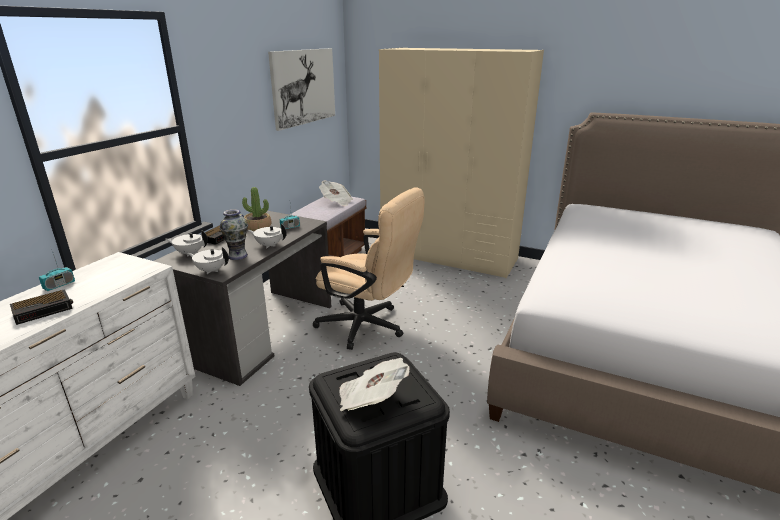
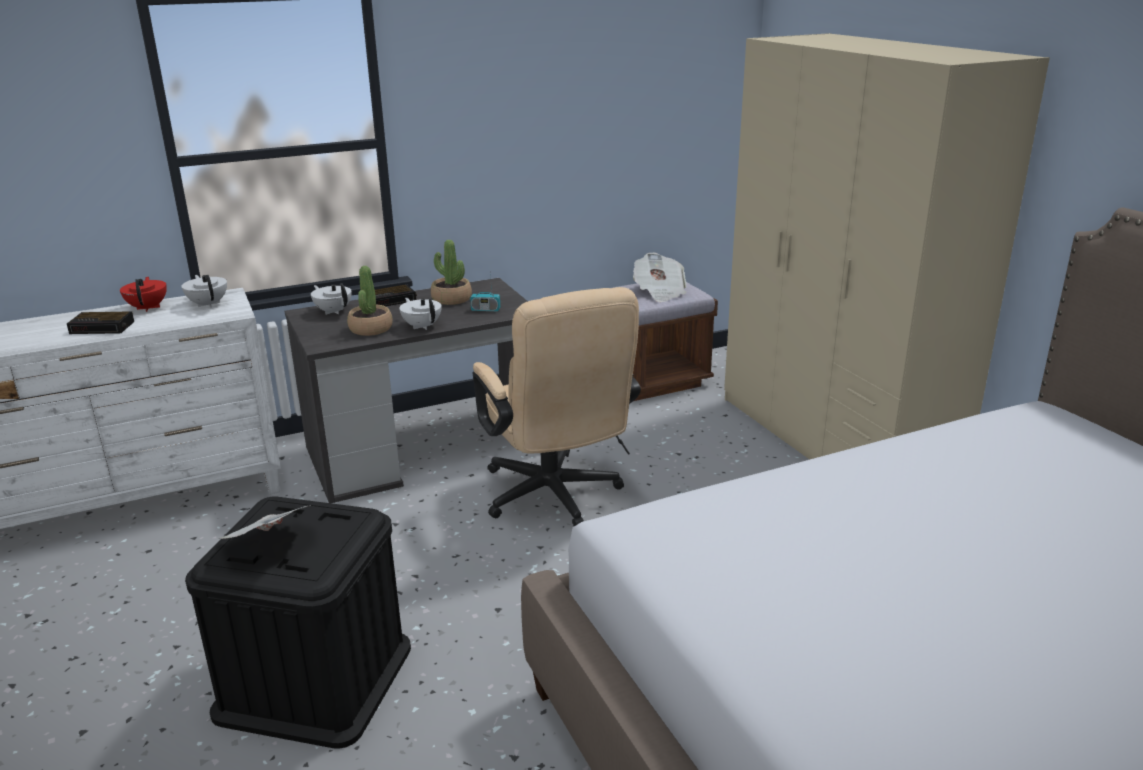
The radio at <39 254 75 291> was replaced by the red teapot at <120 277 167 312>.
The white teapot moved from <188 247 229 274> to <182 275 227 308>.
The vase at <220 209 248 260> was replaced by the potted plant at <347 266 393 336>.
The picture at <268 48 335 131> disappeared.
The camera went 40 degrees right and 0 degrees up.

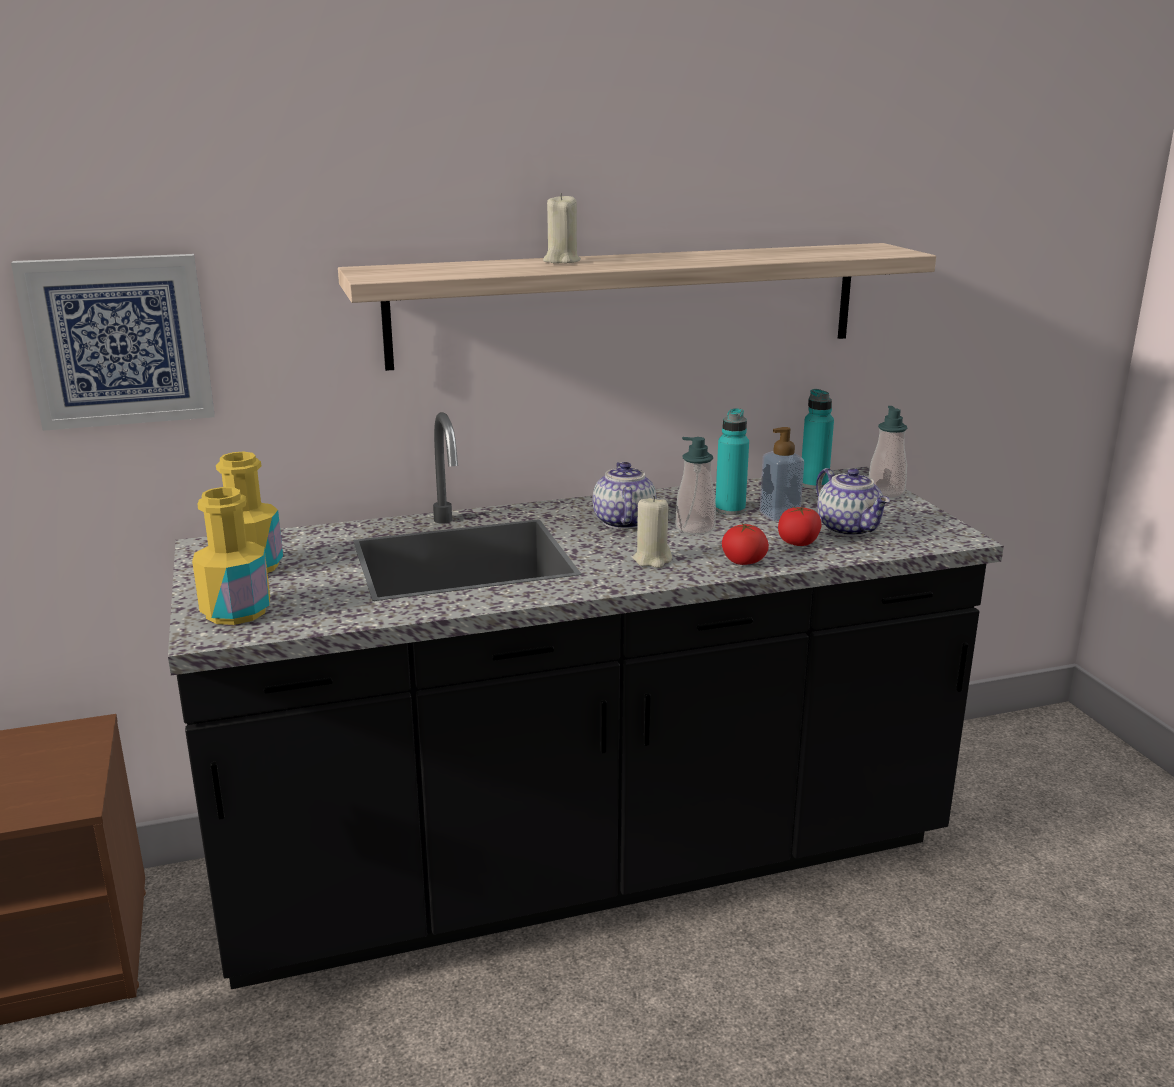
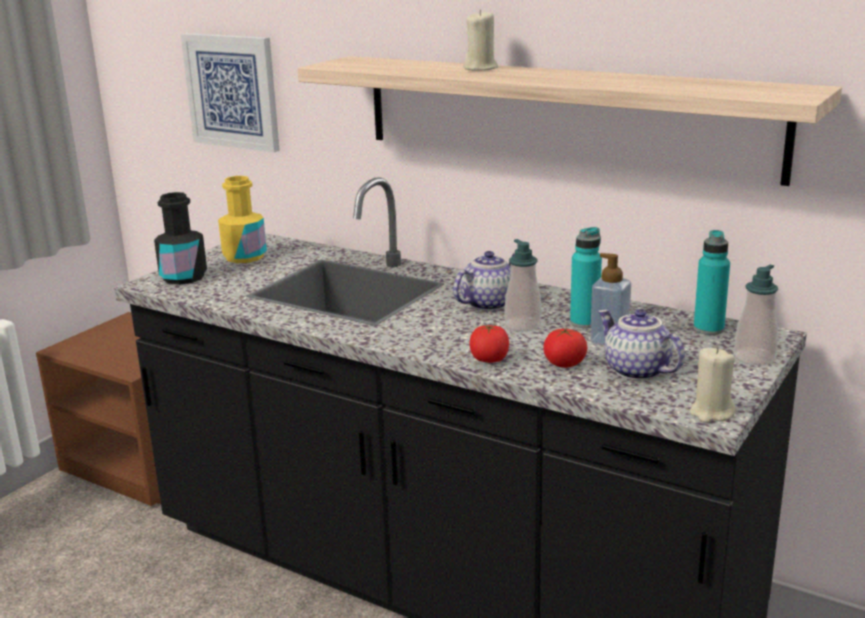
The yellow bottle at <192 487 270 625> became the black bottle at <154 192 207 285>.
The teapot at <816 468 890 537> turned 120 degrees clockwise.
The beige candle moved from <633 496 672 568> to <690 347 736 423>.
The camera went 50 degrees right and 0 degrees up.

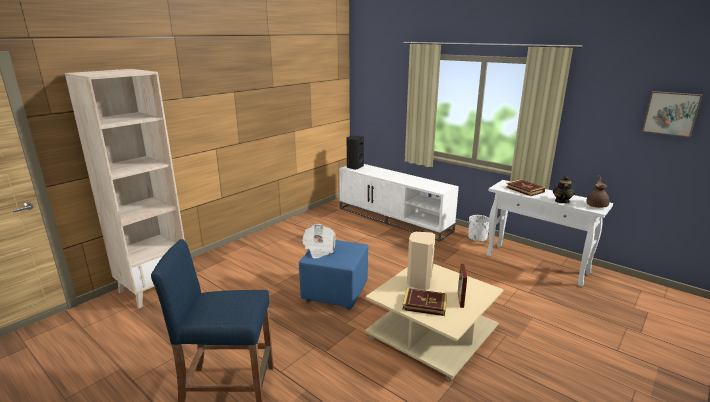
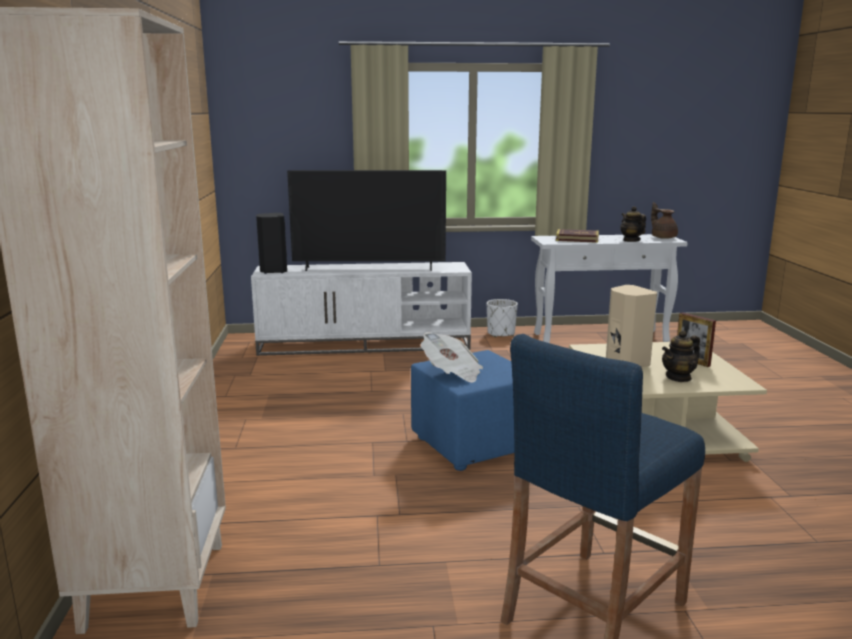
The television at <287 170 446 271> appeared.
The book at <402 288 447 316> was replaced by the teapot at <662 330 700 382>.
The picture at <642 91 702 137> disappeared.
The camera went 45 degrees left and 5 degrees down.

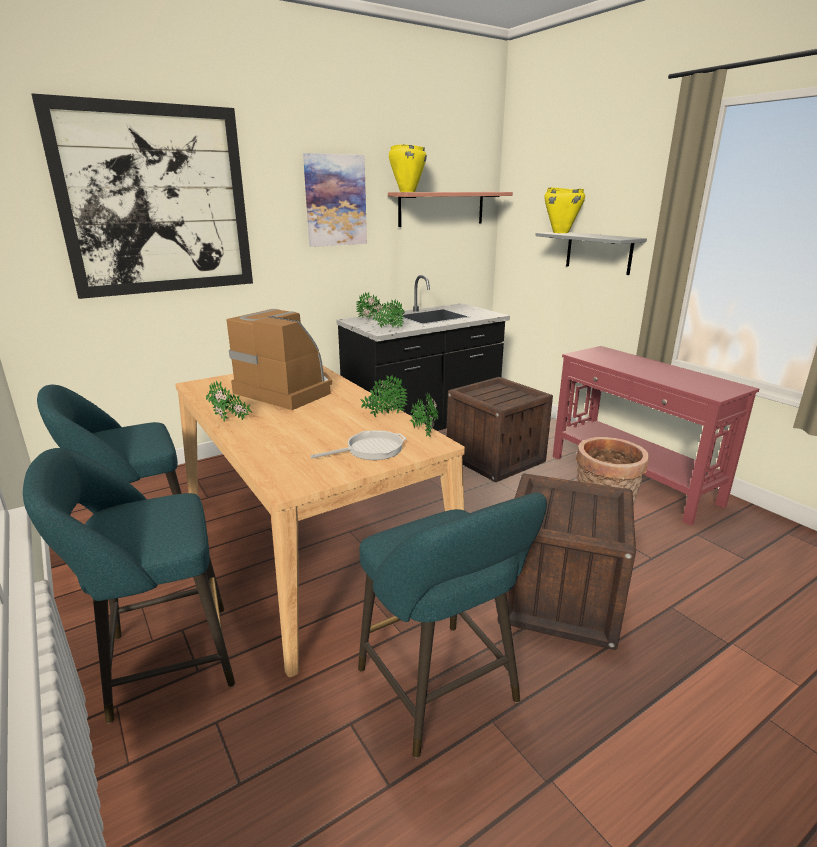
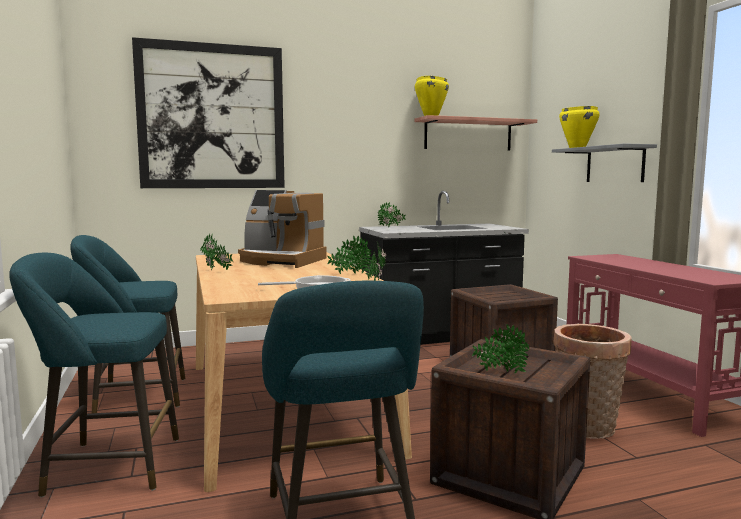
The coffee machine at <227 309 332 410> turned 150 degrees clockwise.
The potted plant moved from <373 299 405 328> to <472 324 529 374>.
The picture at <303 153 367 247> disappeared.
The camera went 15 degrees right and 15 degrees down.

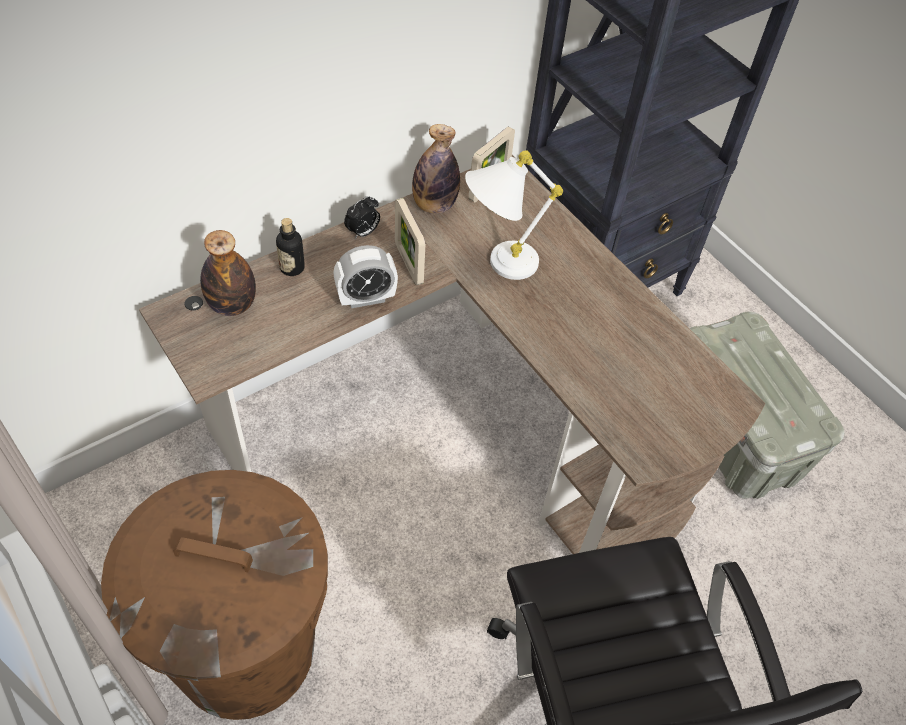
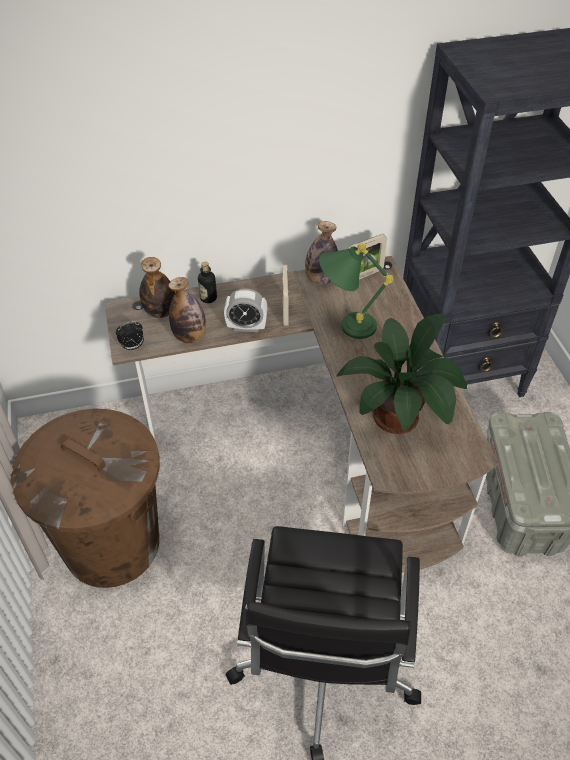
The alarm clock moved from <344 196 380 239> to <116 321 144 350>.
The bottle at <169 277 206 343> appeared.
The white table lamp at <465 150 563 280> became the green table lamp at <319 243 394 339>.
The potted plant at <336 314 467 434> appeared.
The camera went 25 degrees right and 5 degrees down.

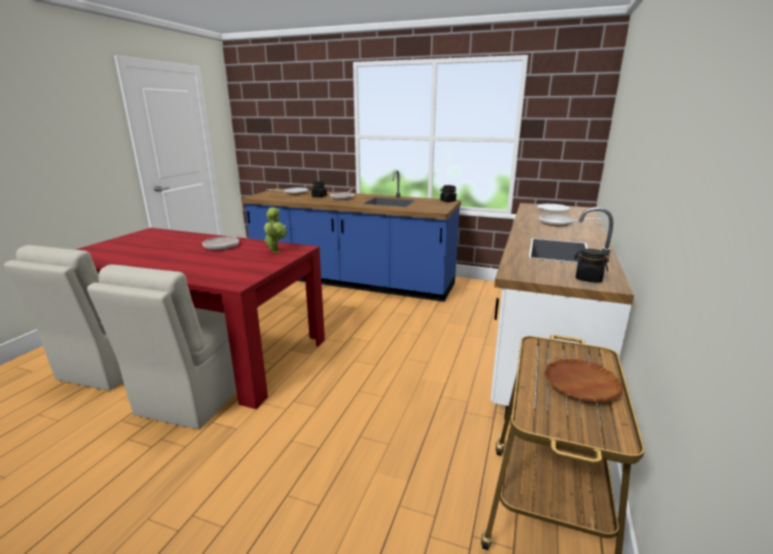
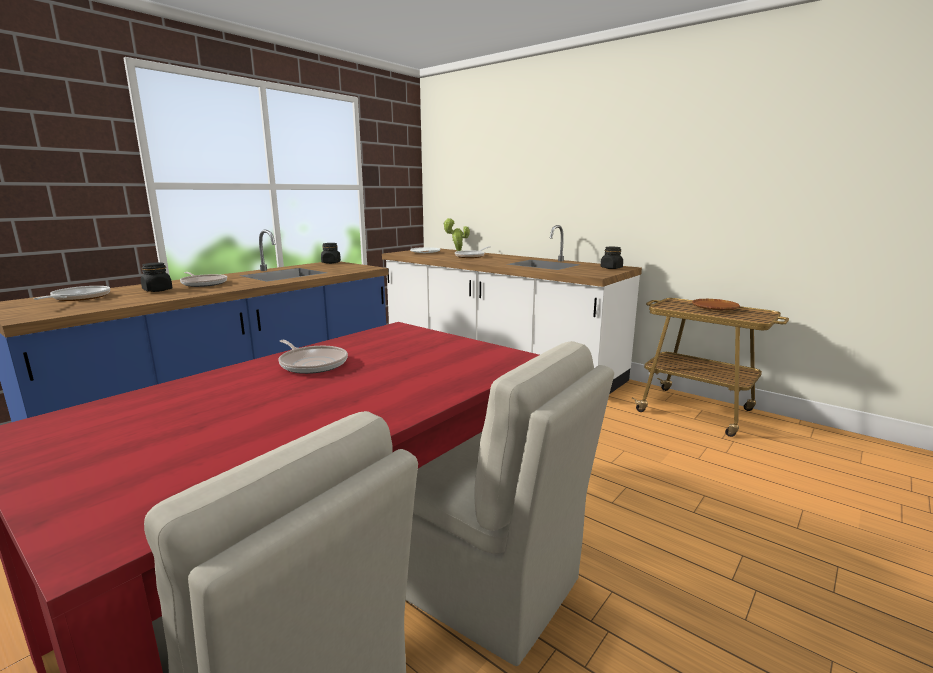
The potted plant moved from <264 207 287 253> to <443 218 470 251>.
The camera went 70 degrees left and 5 degrees down.

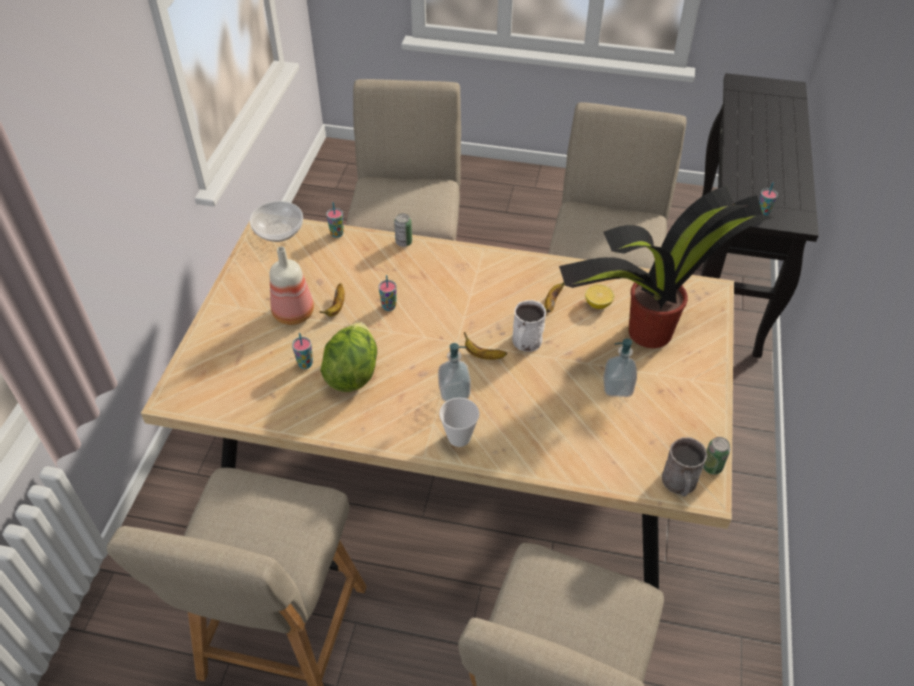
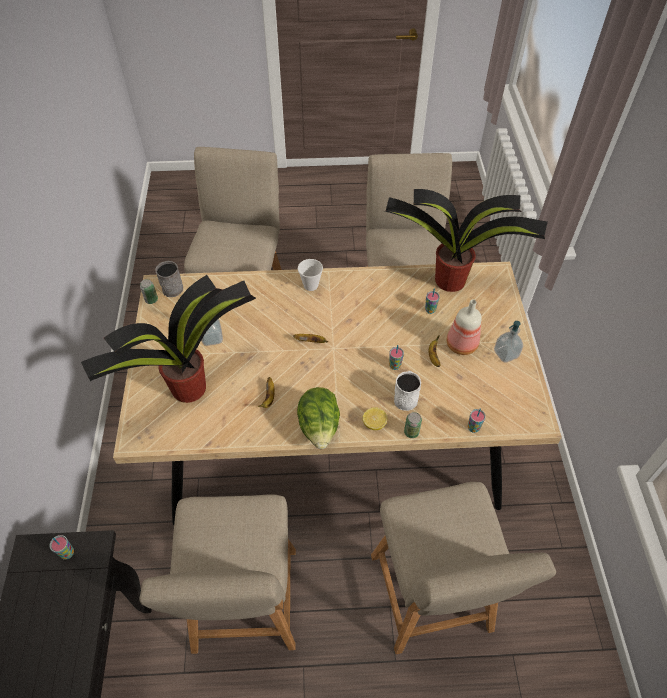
The lettuce moved from <320 322 377 392> to <297 387 340 449>.
The lemon moved from <585 284 615 309> to <363 407 387 430>.
The potted plant at <385 189 548 292> appeared.
The white mug moved from <512 300 546 352> to <394 371 421 411>.
The soap dispenser moved from <438 343 471 402> to <494 321 523 363>.
The bowl at <250 201 303 242> disappeared.
The camera went 165 degrees right and 5 degrees up.

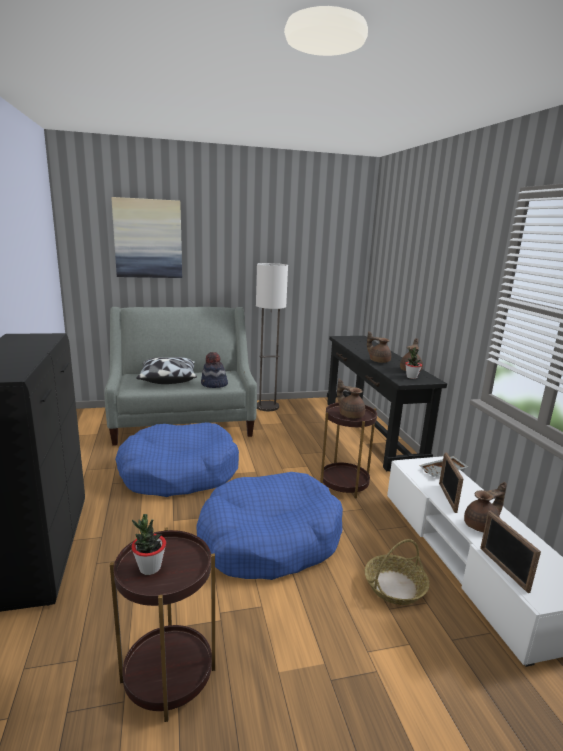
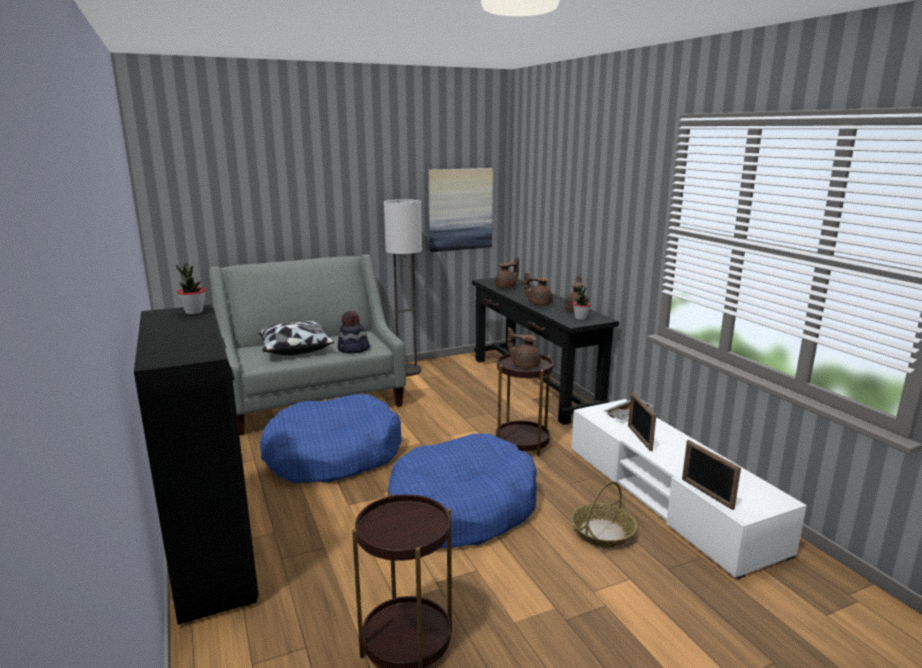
The potted plant moved from <131 514 166 575> to <176 263 205 314>.
The picture moved from <111 197 182 278> to <428 168 493 252>.
The brown teapot moved from <464 482 507 532> to <495 257 519 288>.
The camera went 10 degrees left and 0 degrees up.

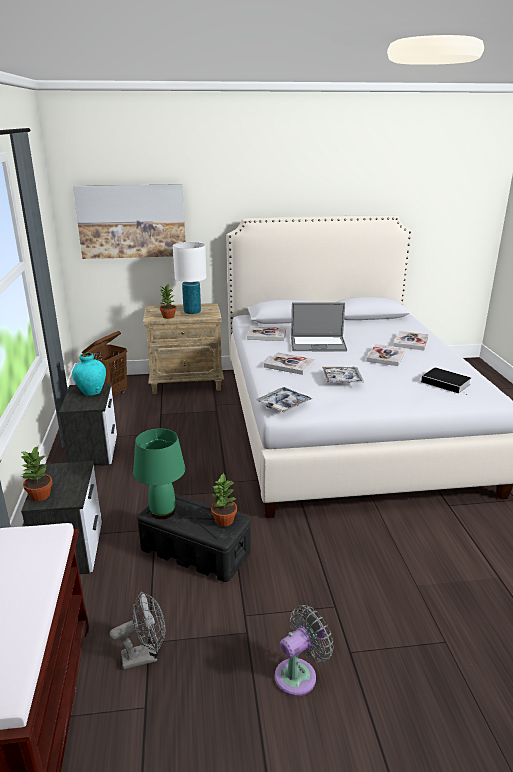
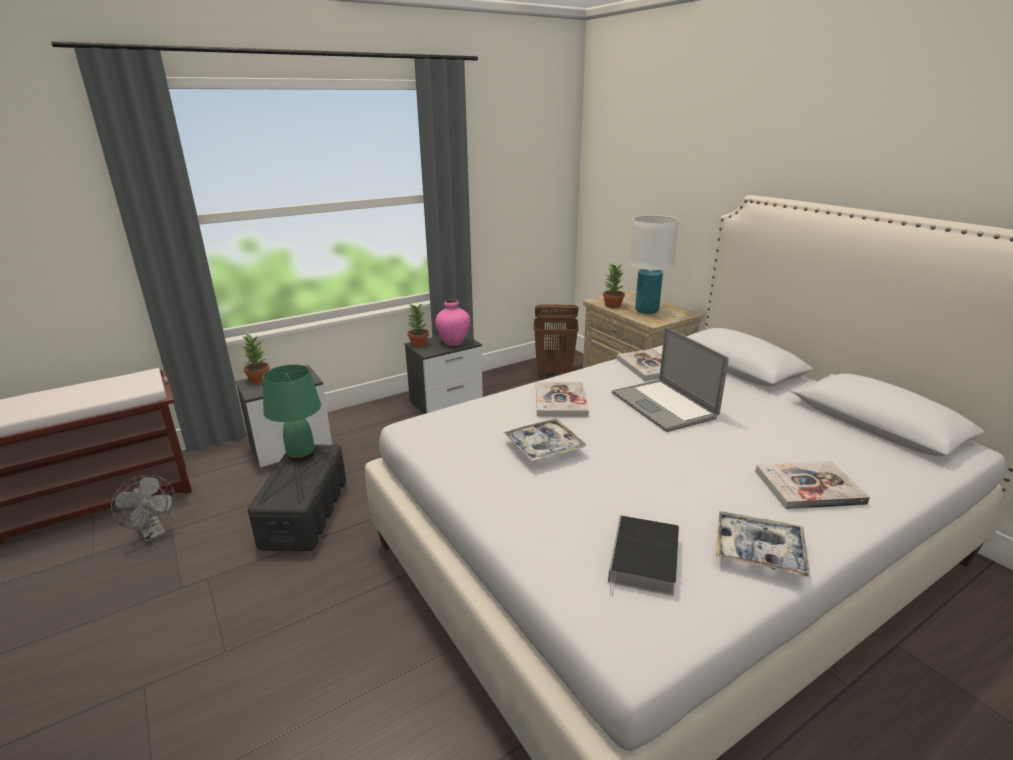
The potted plant moved from <211 472 237 526> to <408 304 429 347>.
The turquoise vase at <72 353 106 396> became the pink vase at <435 300 470 346>.
The tray moved from <256 387 312 412> to <716 511 809 578>.
The picture at <73 184 185 259> disappeared.
The grey fan at <275 605 334 696> disappeared.
The book at <366 344 406 366> disappeared.
The camera went 65 degrees right and 0 degrees up.

